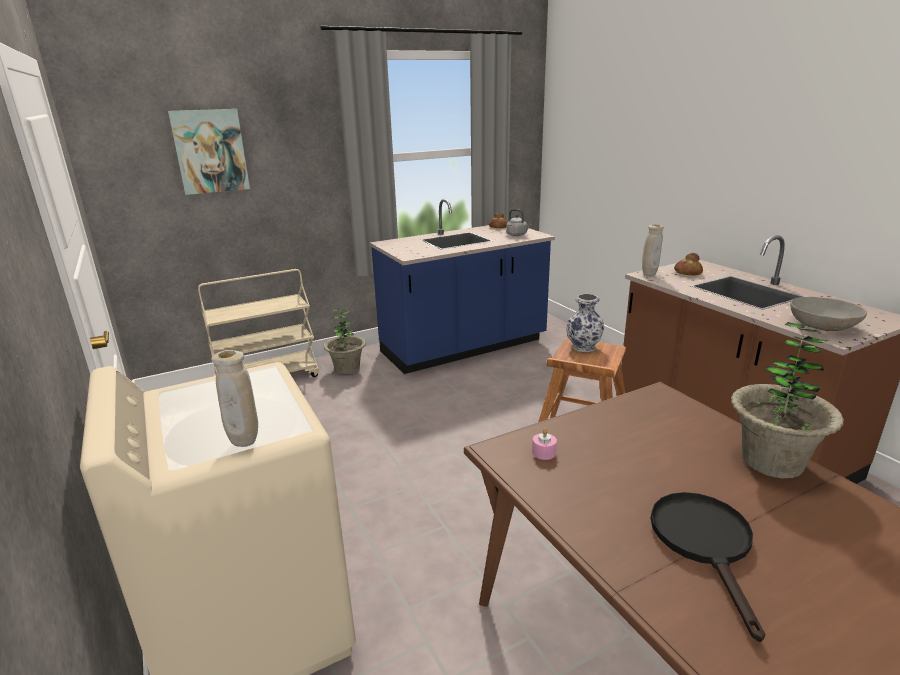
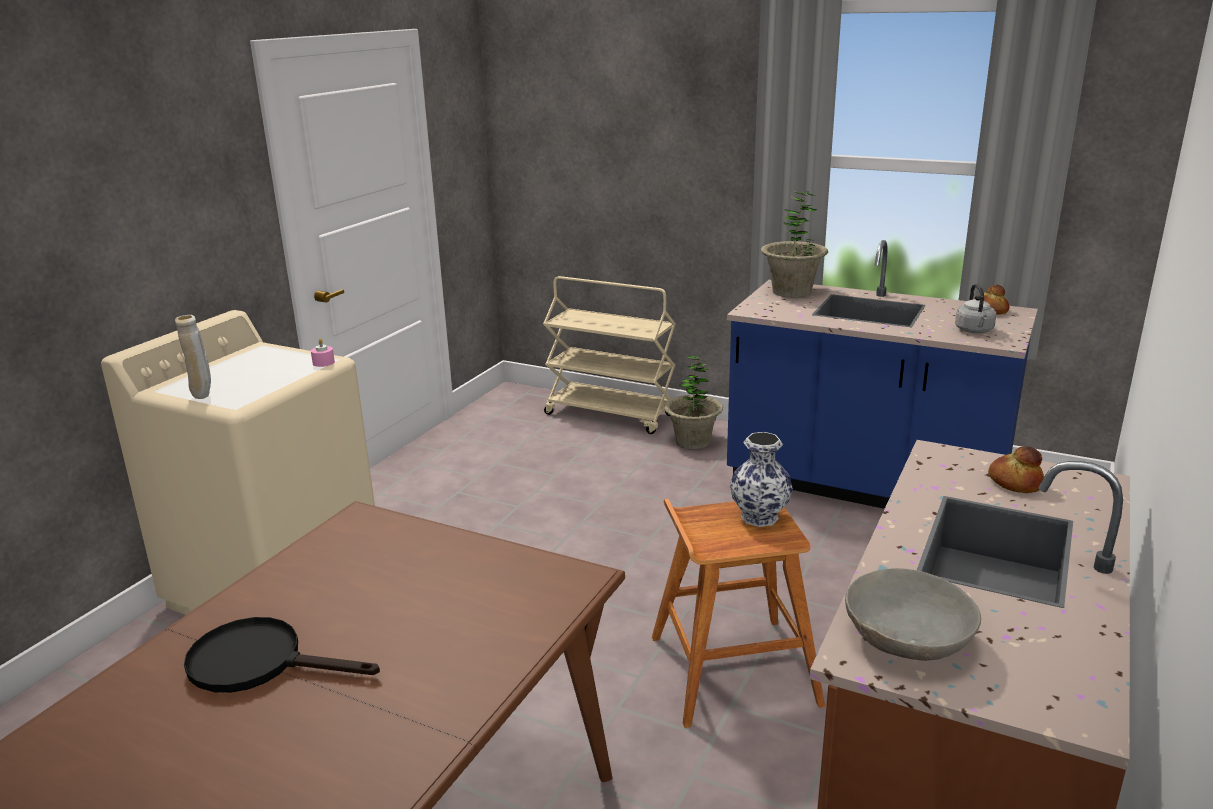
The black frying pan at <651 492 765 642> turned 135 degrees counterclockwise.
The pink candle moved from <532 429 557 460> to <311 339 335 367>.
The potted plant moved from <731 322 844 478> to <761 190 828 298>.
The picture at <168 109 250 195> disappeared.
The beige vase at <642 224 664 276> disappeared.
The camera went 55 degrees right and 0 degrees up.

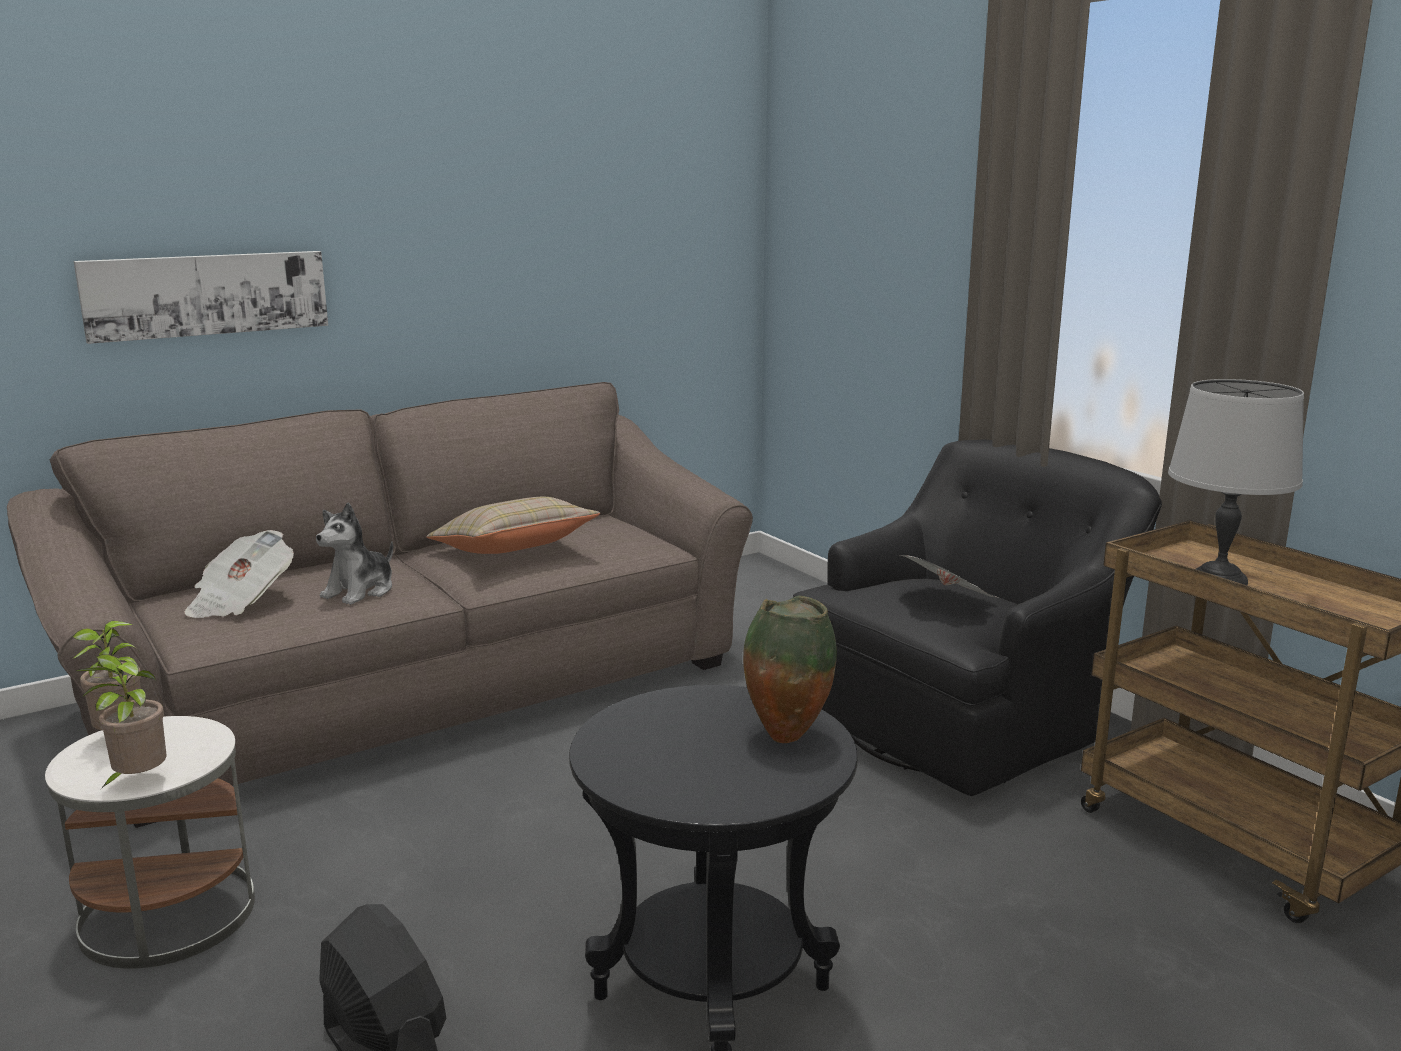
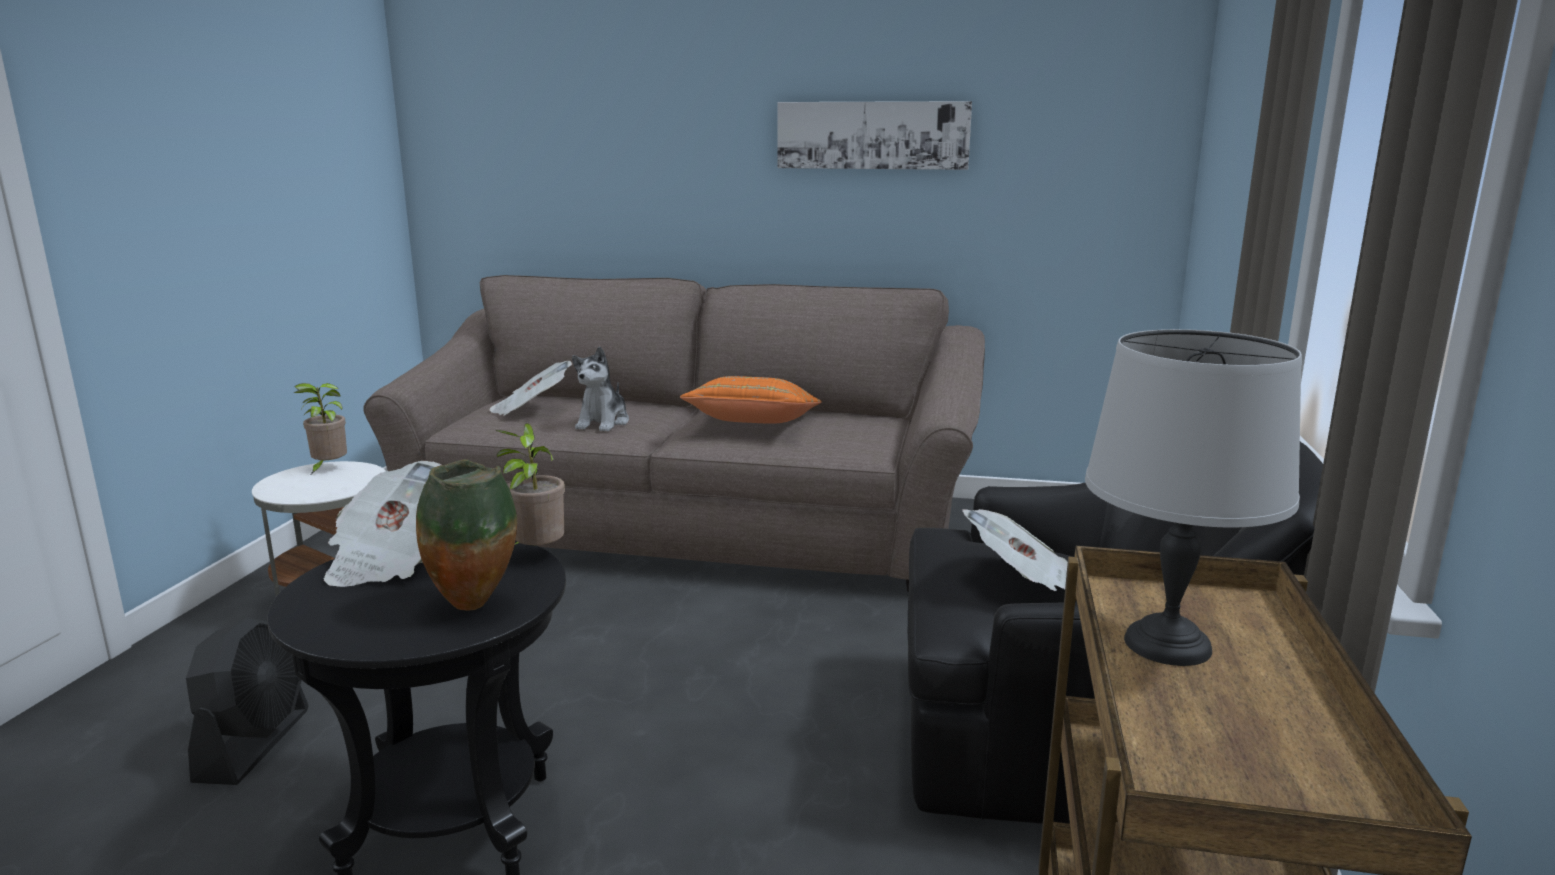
The newspaper at <324 461 442 587> appeared.
The potted plant moved from <76 654 167 789> to <496 423 565 545>.
The plush toy at <316 502 393 605> turned 60 degrees counterclockwise.
The beige pillow at <426 497 600 554> became the orange pillow at <680 376 822 424>.
The picture moved from <73 251 328 344> to <777 101 972 170>.
The camera went 45 degrees right and 0 degrees up.

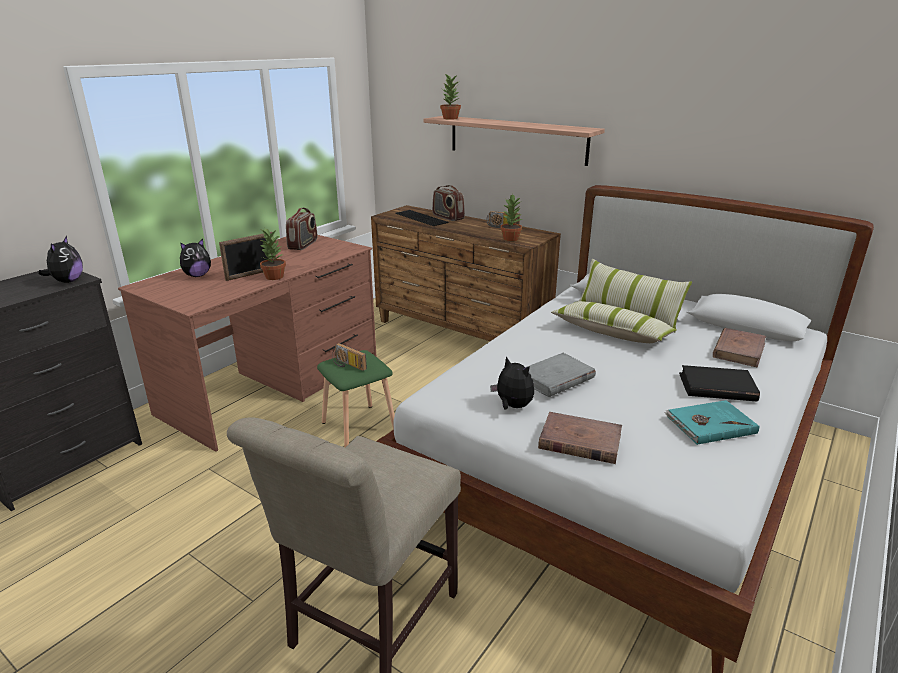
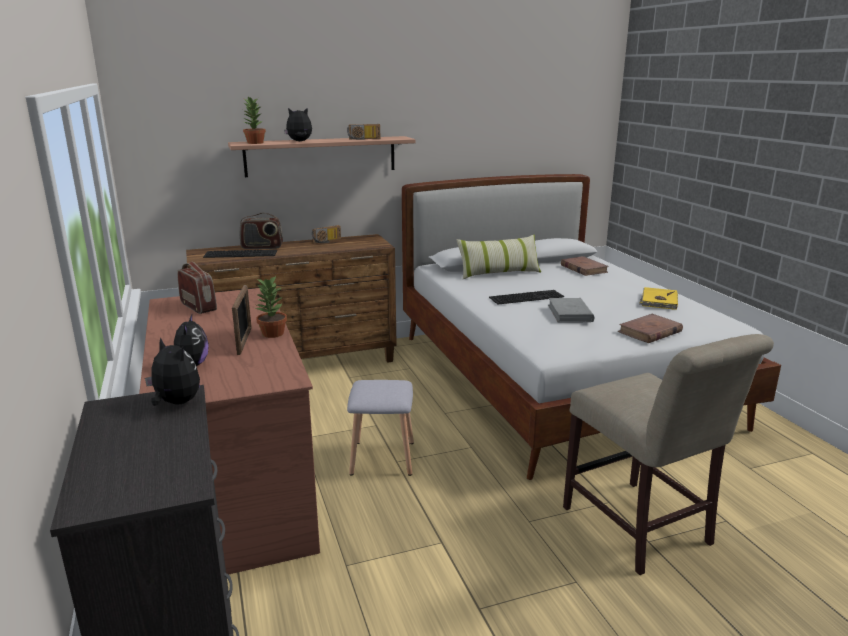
The plush toy moved from <490 356 534 409> to <284 108 312 141>.
The radio moved from <332 343 367 371> to <347 124 380 140>.
The green stool at <317 350 395 447> became the grey stool at <347 380 414 476>.
The keyboard at <489 290 564 305> appeared.
The turquoise book at <664 400 759 445> became the yellow book at <639 287 678 310>.
The potted plant at <500 194 522 241> disappeared.
The pillow at <551 301 677 343> disappeared.
The black book at <679 365 760 402> disappeared.
The camera went 55 degrees left and 5 degrees down.

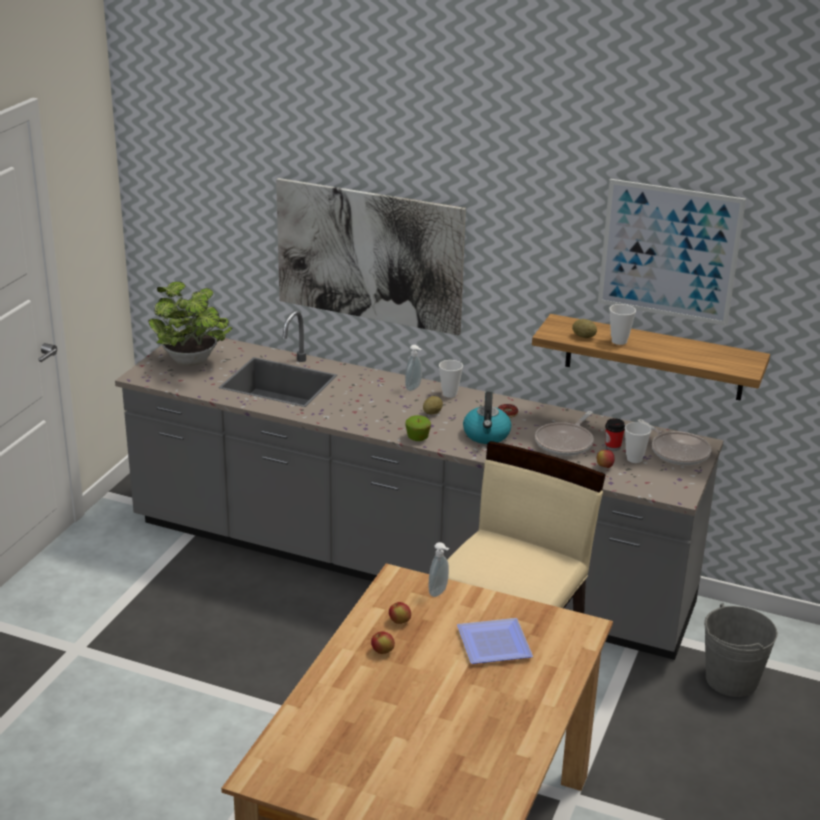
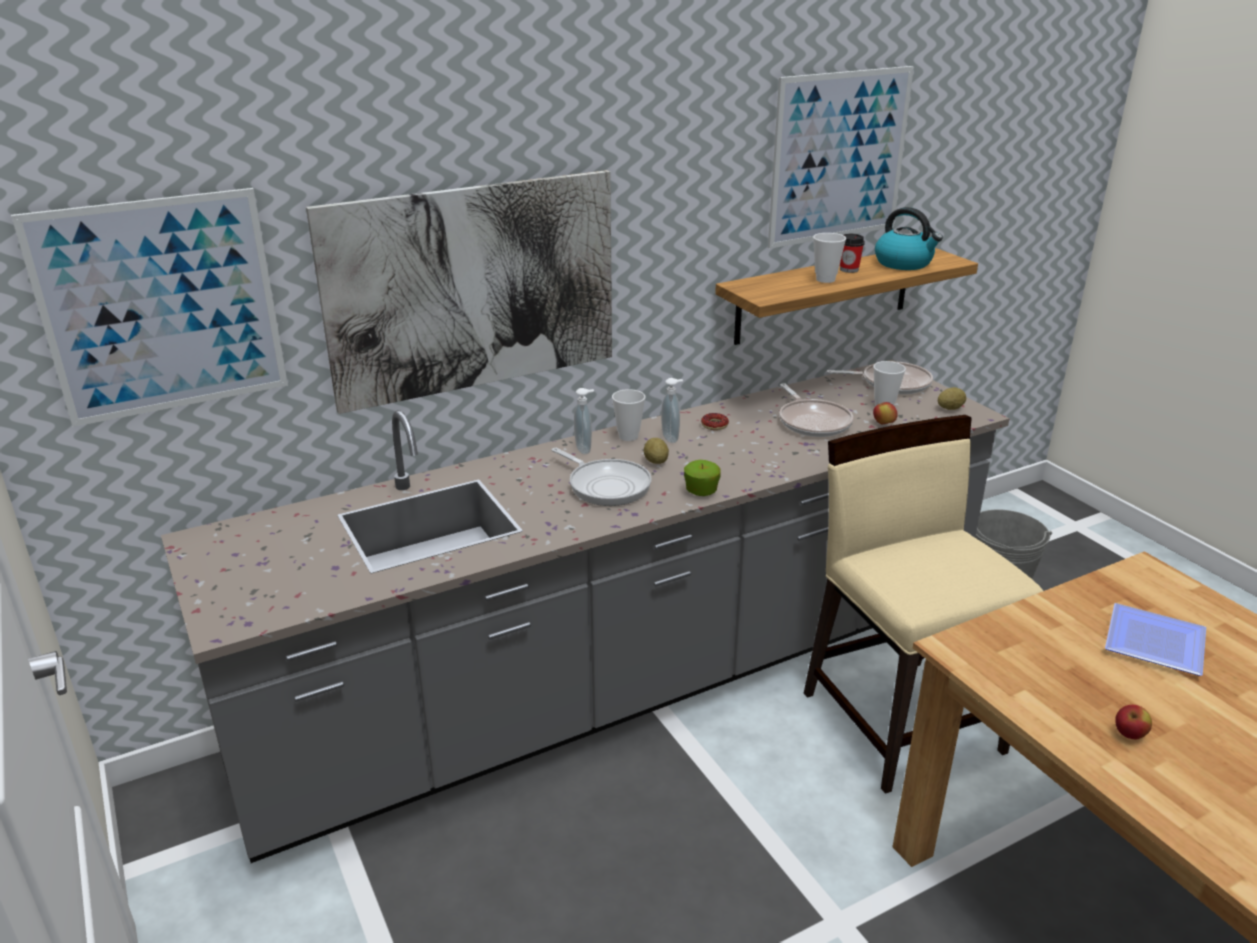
The picture at <11 188 288 427> appeared.
The frying pan at <551 448 652 506> appeared.
The soap dispenser moved from <429 542 449 597> to <661 378 683 443>.
The cup moved from <605 418 625 451> to <840 234 865 273>.
The kettle moved from <463 392 511 444> to <875 207 943 270>.
The potato moved from <572 319 597 338> to <938 387 966 410>.
The potted plant at <148 282 233 366> disappeared.
The apple at <389 602 411 624> disappeared.
The camera went 50 degrees left and 0 degrees up.

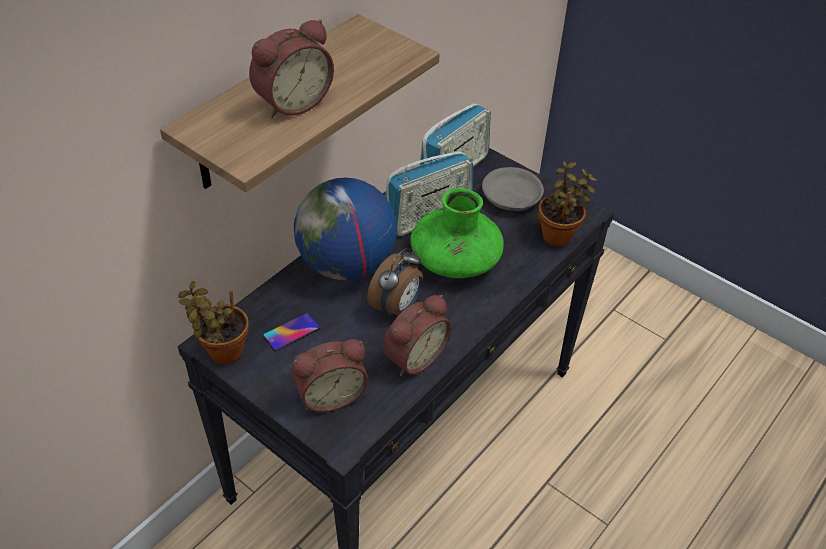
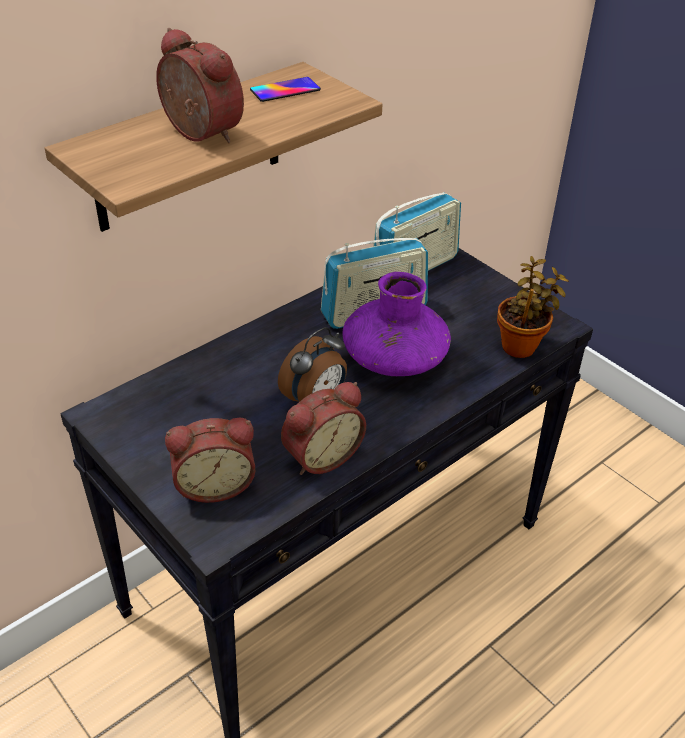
The alarm clock at <249 19 334 118> turned 105 degrees counterclockwise.
The phone moved from <263 313 320 351> to <250 77 321 102>.
The green vase at <410 188 504 278> became the purple vase at <342 272 451 376>.
The potted plant at <178 281 249 365> disappeared.
The globe at <294 178 397 281> disappeared.
The grey bowl at <482 167 544 211> disappeared.
The camera went 10 degrees right and 5 degrees down.

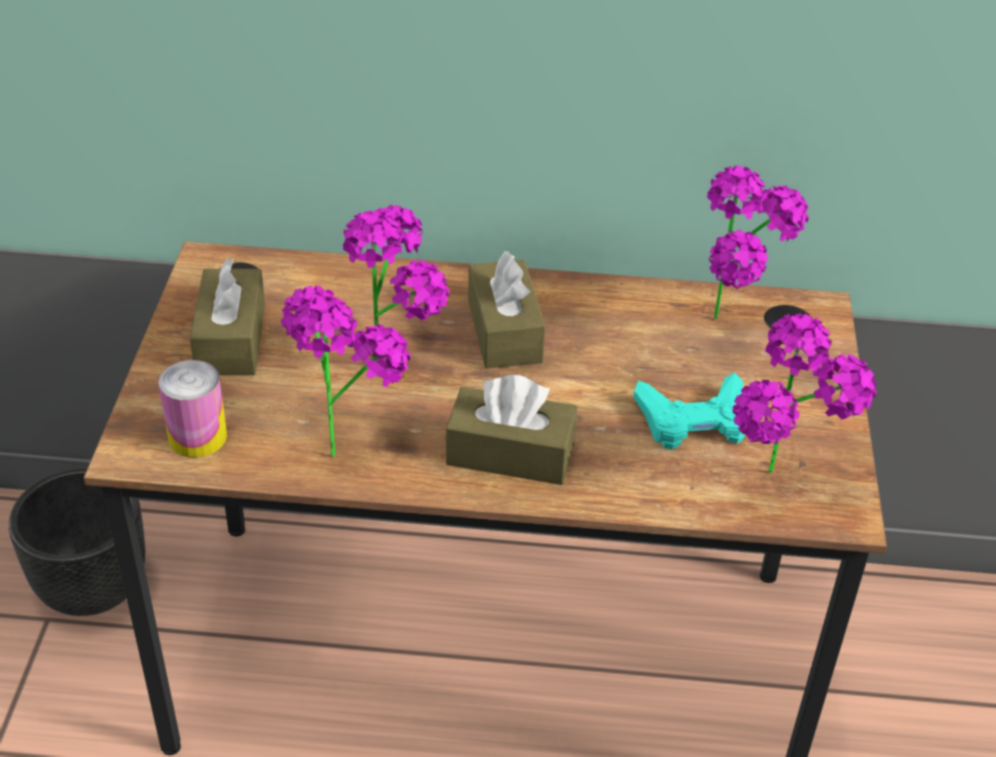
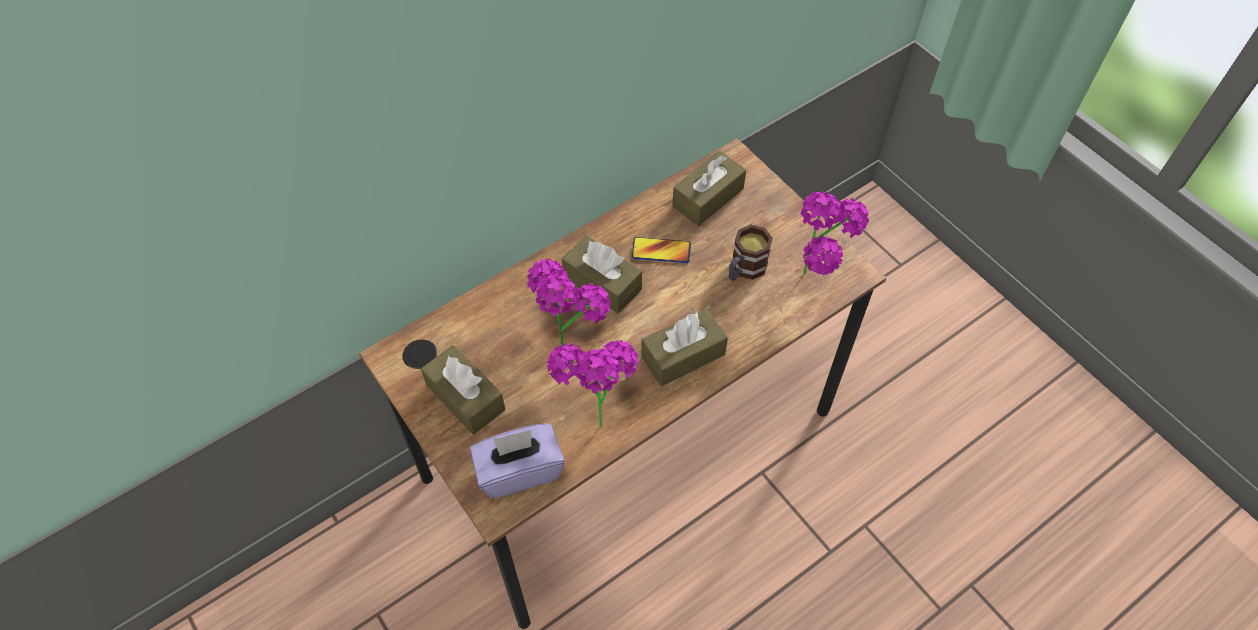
The can at <158 360 227 458> was replaced by the purple tissue box at <470 423 565 499>.
The phone at <632 237 691 263> appeared.
The potted plant at <707 166 809 319> was replaced by the brown tissue box at <672 151 746 226>.
The turquoise game controller at <633 373 745 450> was replaced by the mug at <729 224 773 281>.
The black planter at <9 468 145 616> disappeared.
The camera went 40 degrees left and 15 degrees up.

